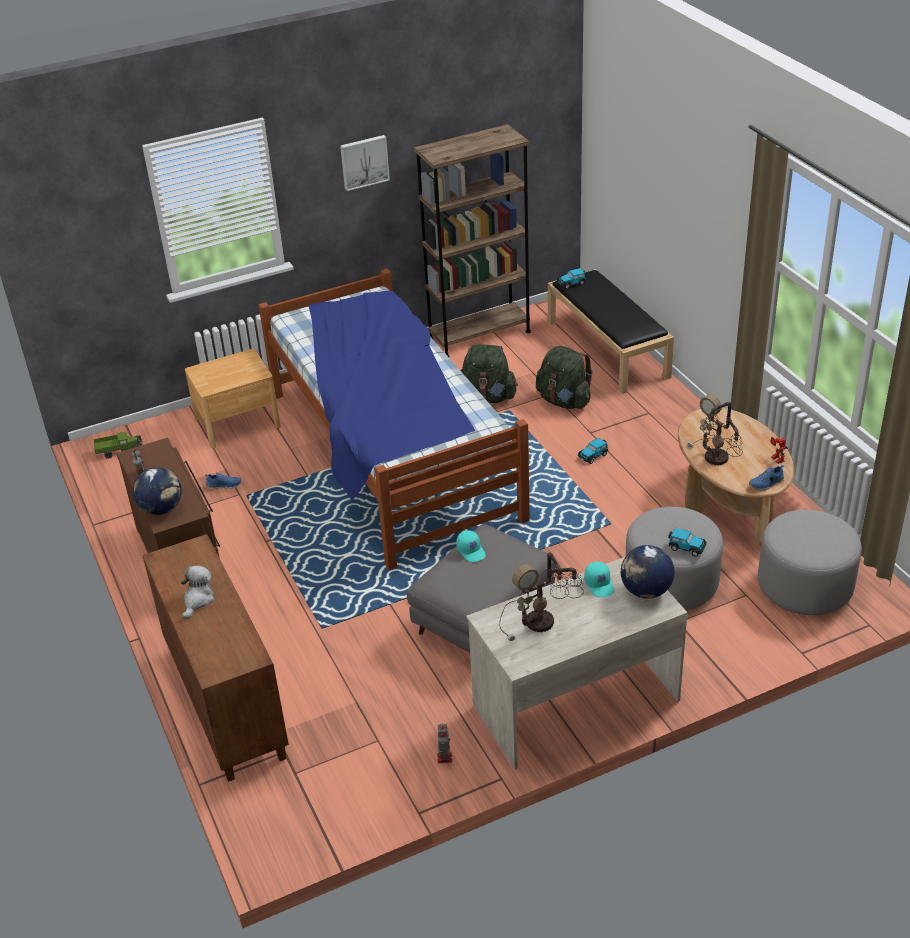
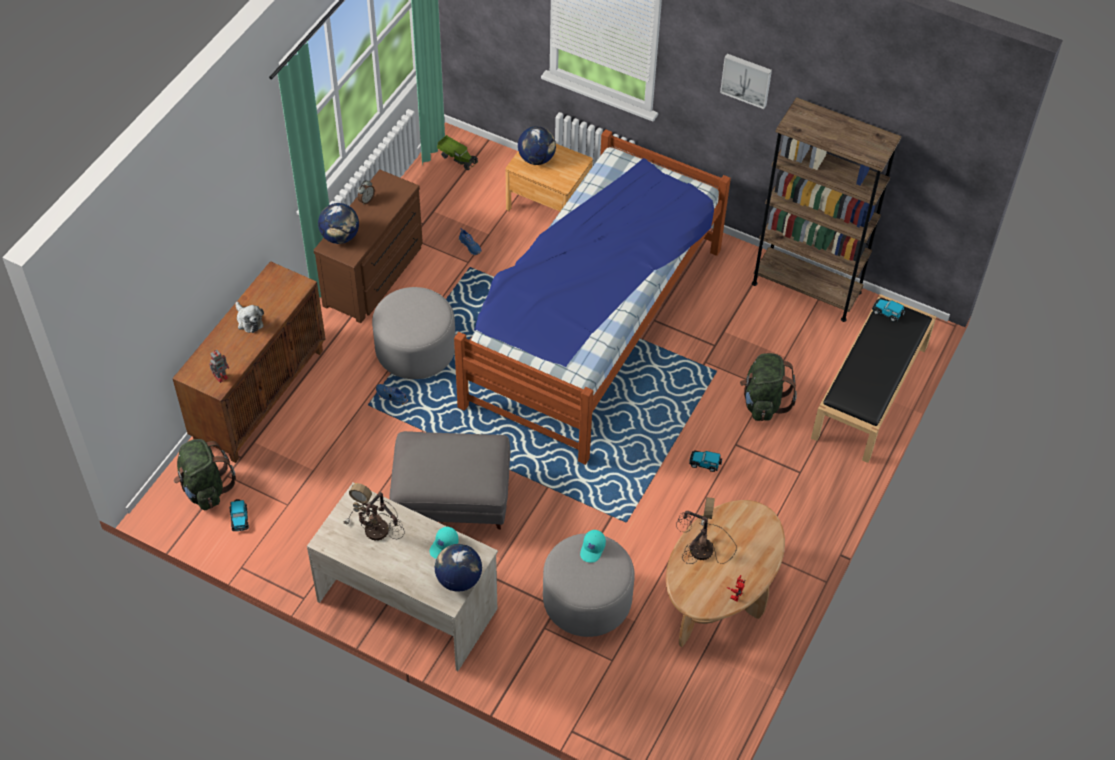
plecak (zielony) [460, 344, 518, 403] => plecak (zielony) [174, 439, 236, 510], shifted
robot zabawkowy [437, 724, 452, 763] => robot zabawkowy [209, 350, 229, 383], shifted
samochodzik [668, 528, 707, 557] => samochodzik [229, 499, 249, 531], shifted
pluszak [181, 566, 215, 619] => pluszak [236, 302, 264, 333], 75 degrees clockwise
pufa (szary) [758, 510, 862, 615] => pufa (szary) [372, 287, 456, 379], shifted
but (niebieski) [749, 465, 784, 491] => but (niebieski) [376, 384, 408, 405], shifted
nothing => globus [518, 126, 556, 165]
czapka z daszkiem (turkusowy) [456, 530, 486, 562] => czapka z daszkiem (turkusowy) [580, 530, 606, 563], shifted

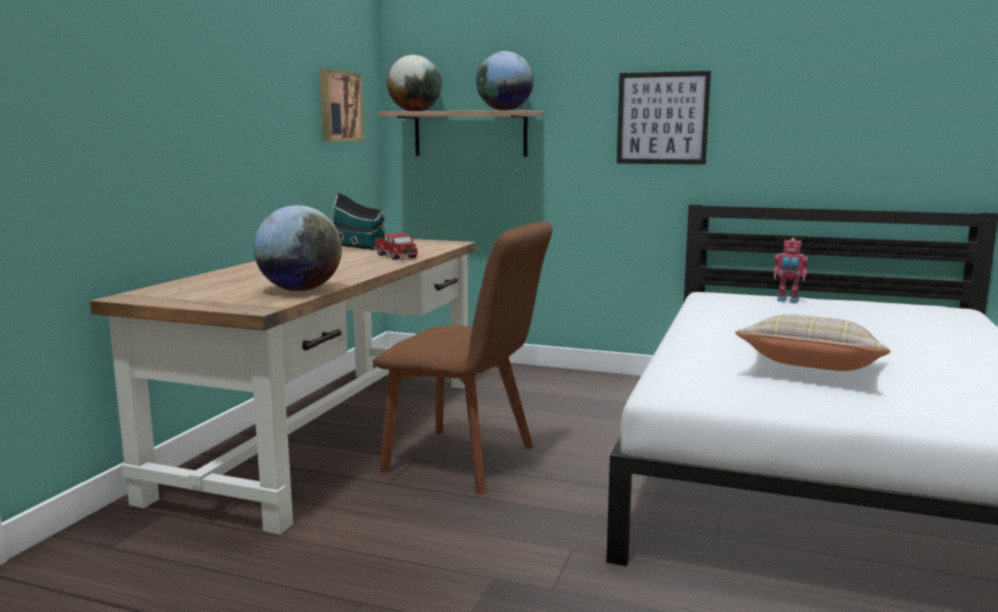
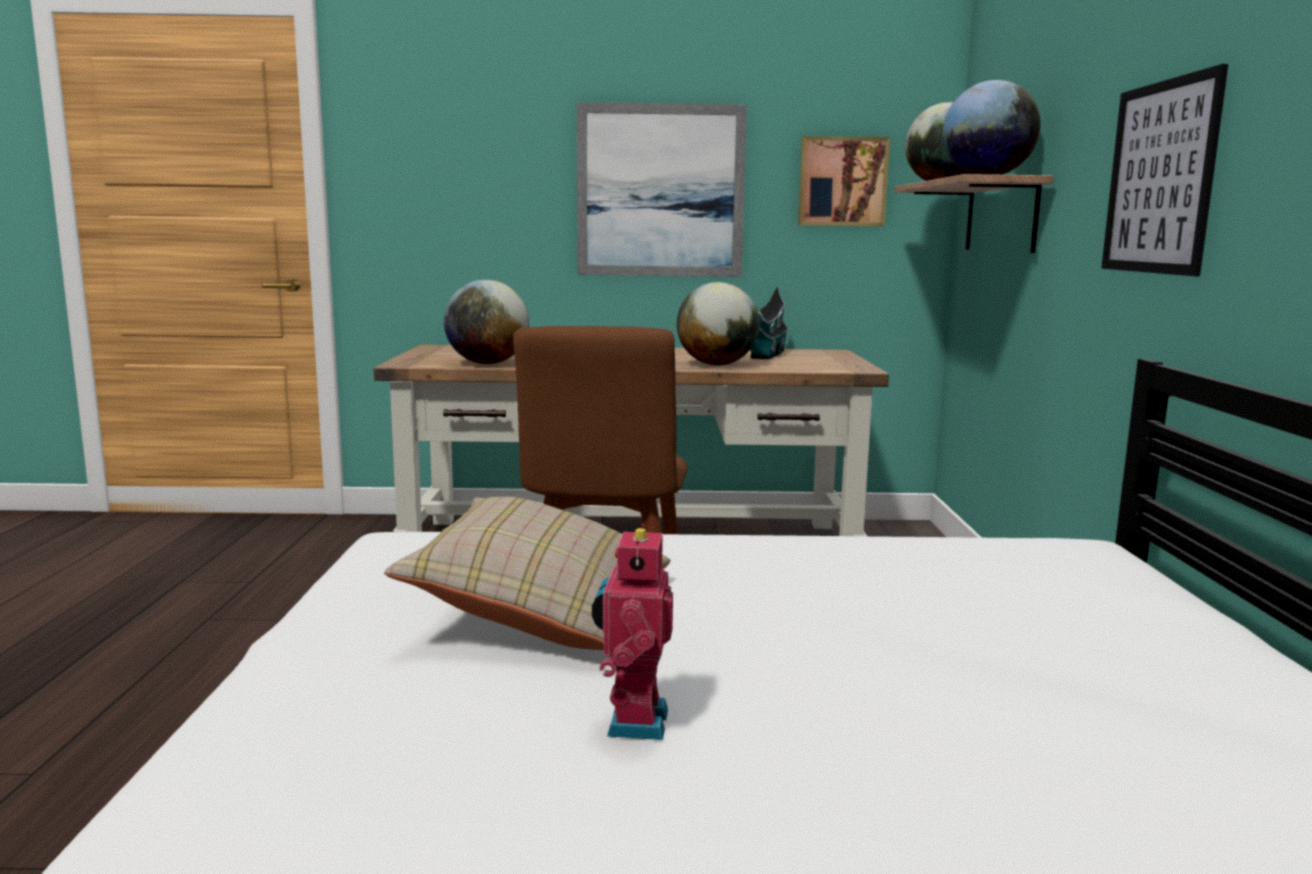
nothing => obraz [577, 102, 747, 277]
robot zabawkowy [773, 238, 808, 303] => robot zabawkowy [592, 524, 673, 740], shifted
ciężarówka zabawkowa [374, 233, 418, 260] => globus [677, 282, 759, 365]

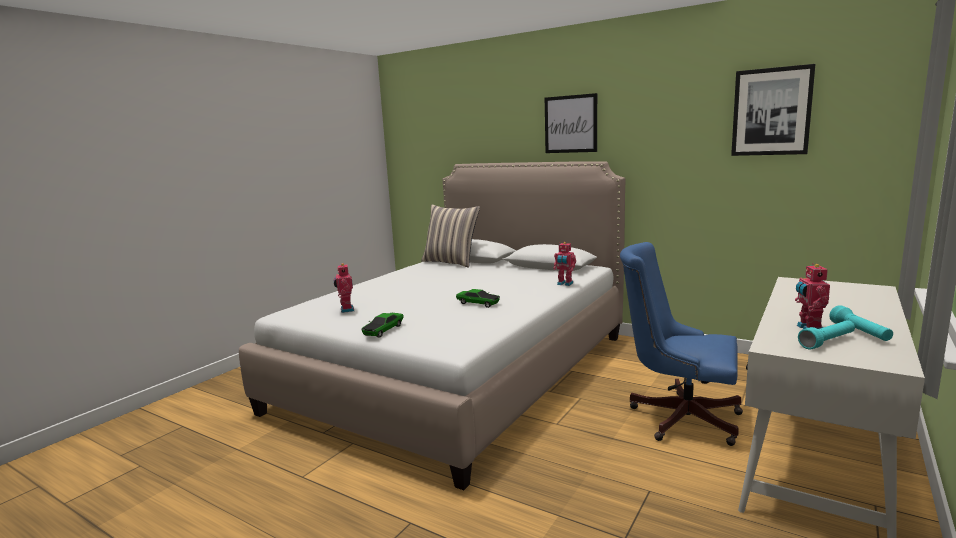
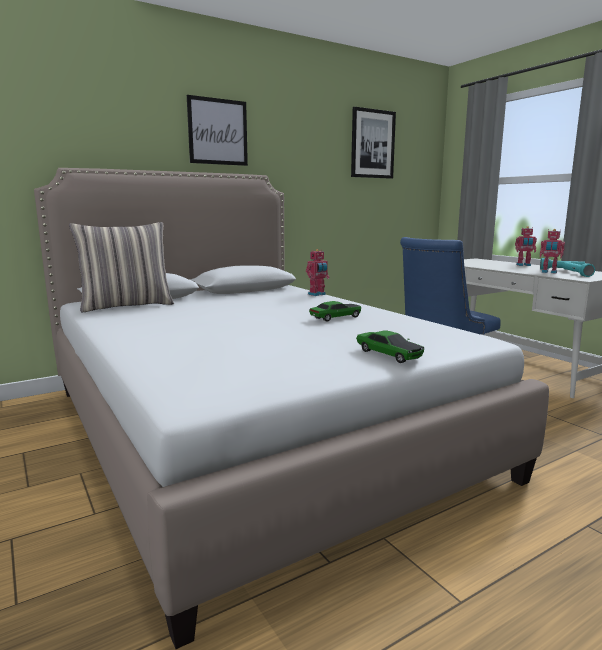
robot zabawkowy [334, 263, 354, 313] => robot zabawkowy [515, 226, 537, 266], shifted

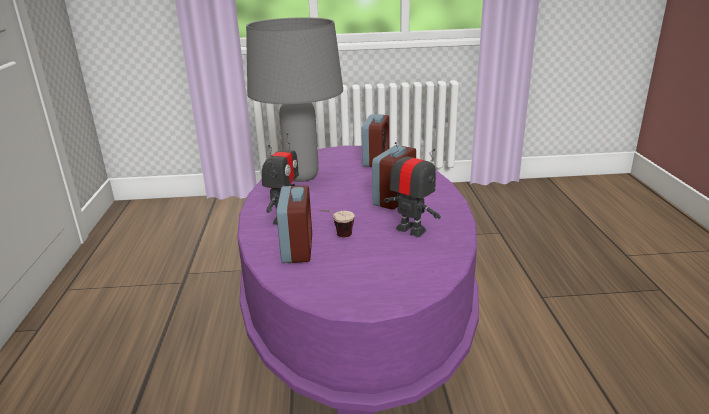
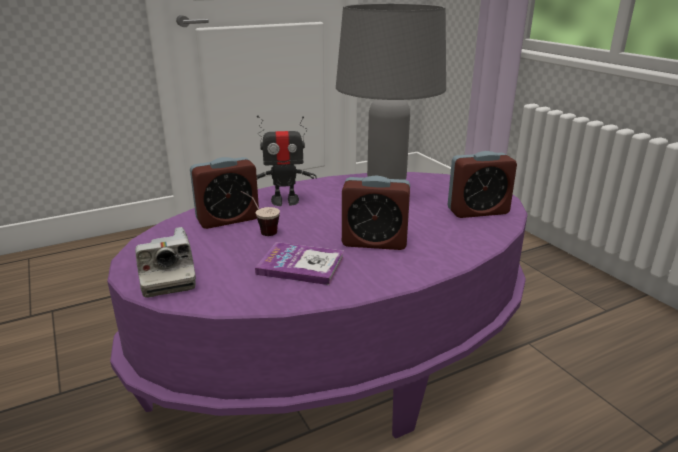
nothing => aparat fotograficzny [135, 227, 196, 298]
robot zabawkowy [383, 142, 441, 237] => książka [255, 242, 344, 285]

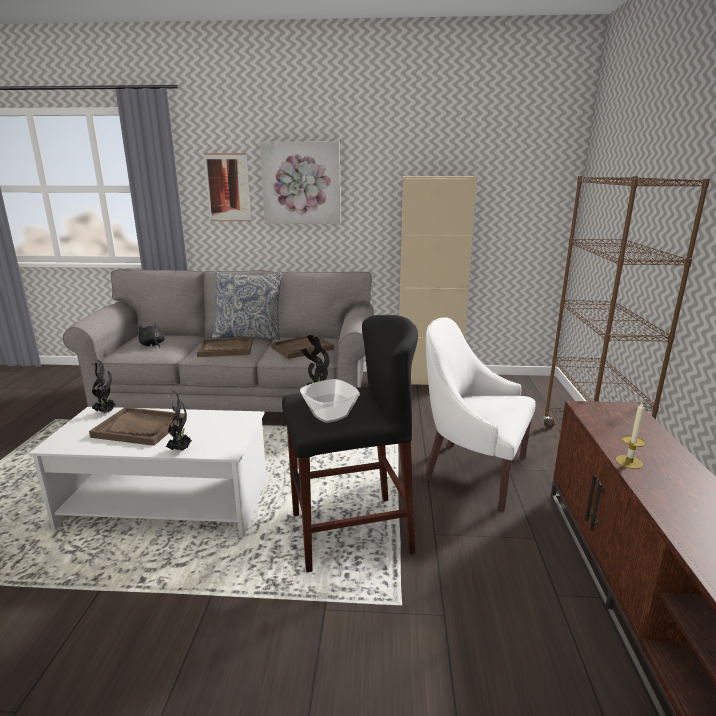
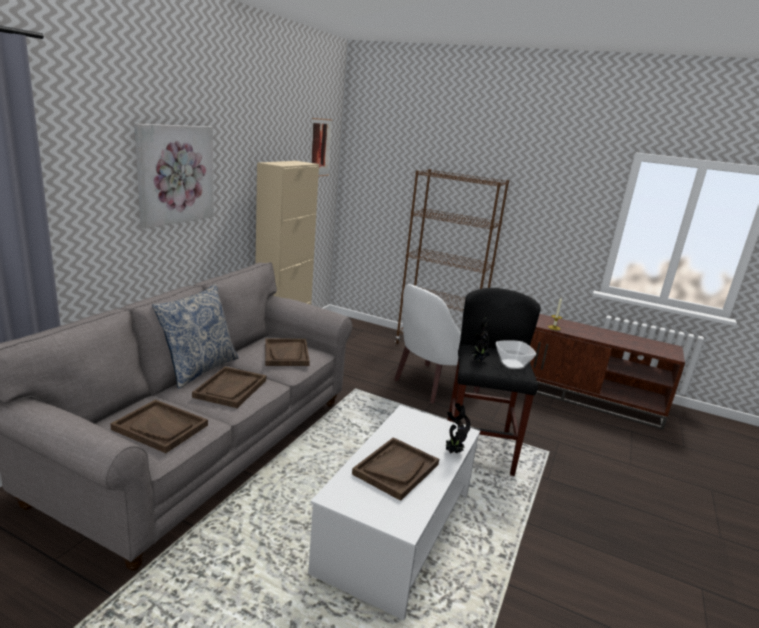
pluszak (czarny) [138, 322, 165, 348] => taca (brązowy) [110, 400, 208, 453]
obraz [204, 153, 251, 221] => obraz [311, 118, 332, 177], shifted
roślina doniczkowa [91, 359, 117, 413] => nothing

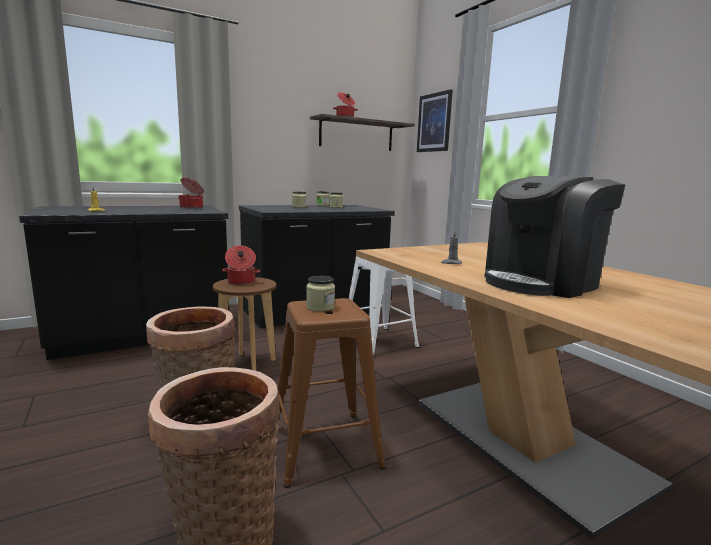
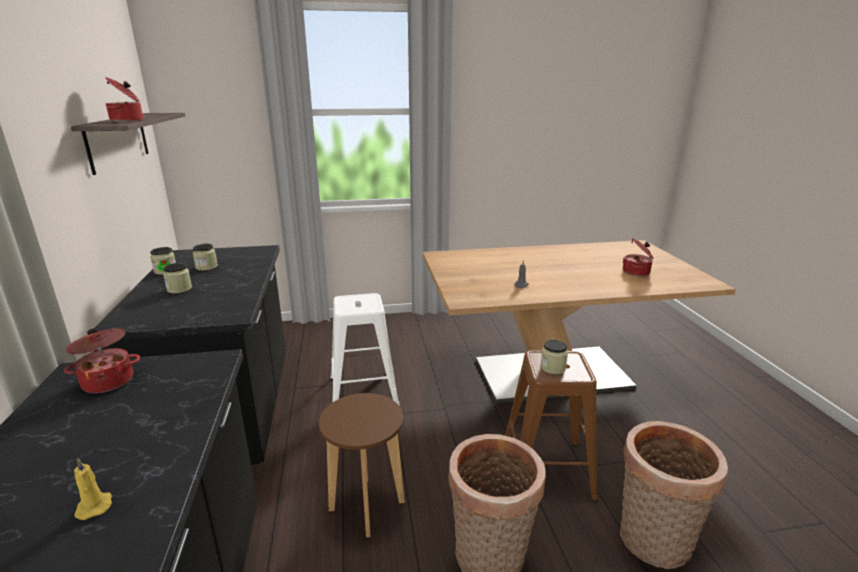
garnek [222, 245, 260, 285] => garnek [623, 238, 654, 276], shifted
obraz [417, 89, 453, 152] => nothing
ekspres do kawy [485, 176, 625, 298] => nothing

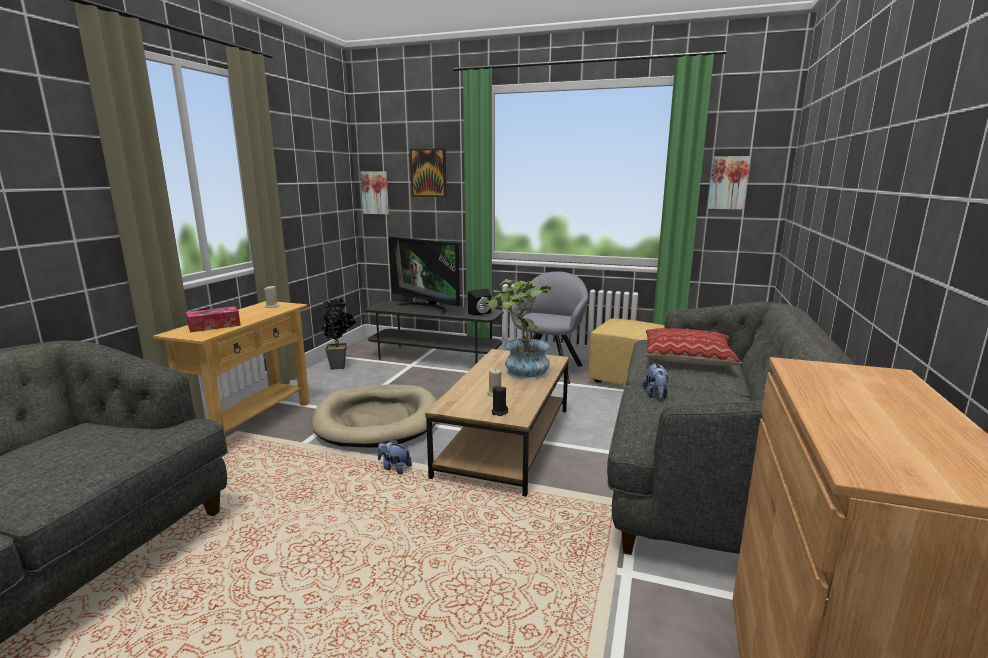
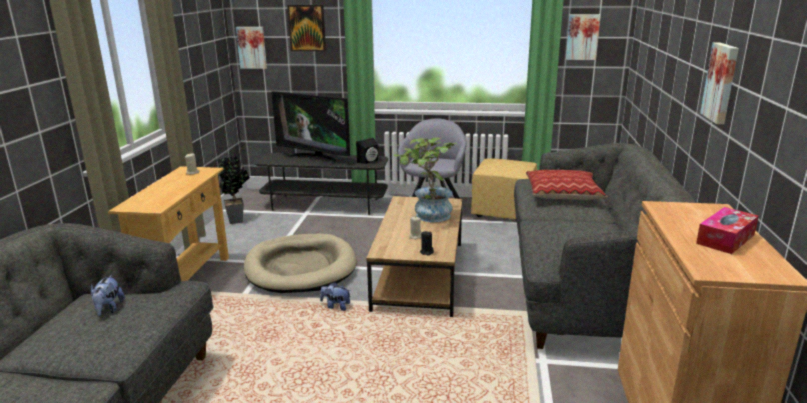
pluszak [642, 363, 669, 399] => pluszak [91, 275, 125, 316], shifted
pudełko chusteczek [186, 306, 241, 332] => pudełko chusteczek [696, 207, 759, 254], shifted
nothing => obraz [700, 42, 739, 124]

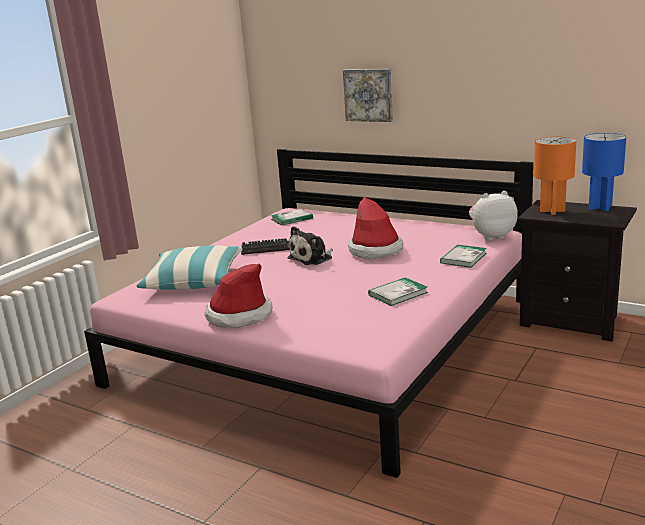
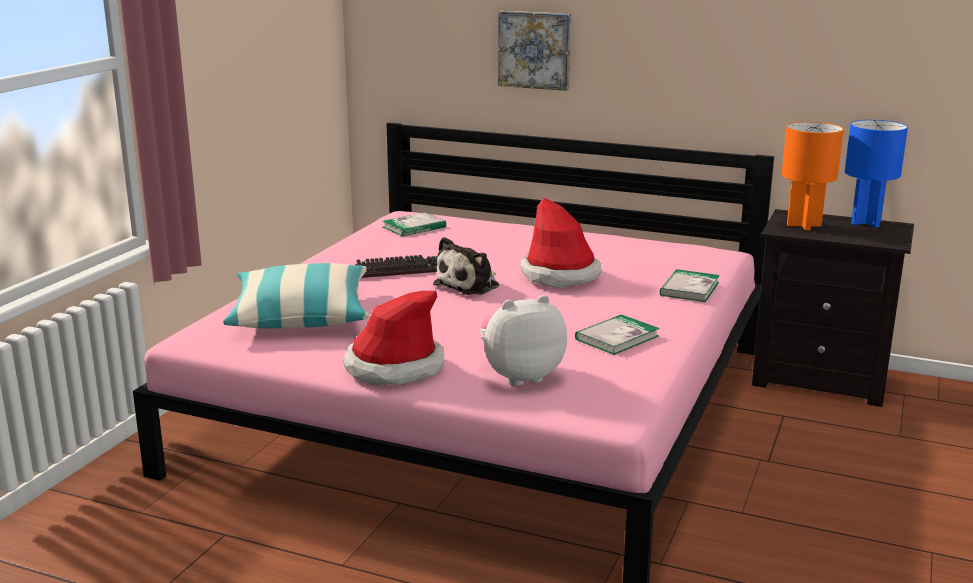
pluszak [469, 191, 518, 240] => pluszak [480, 295, 567, 386], shifted

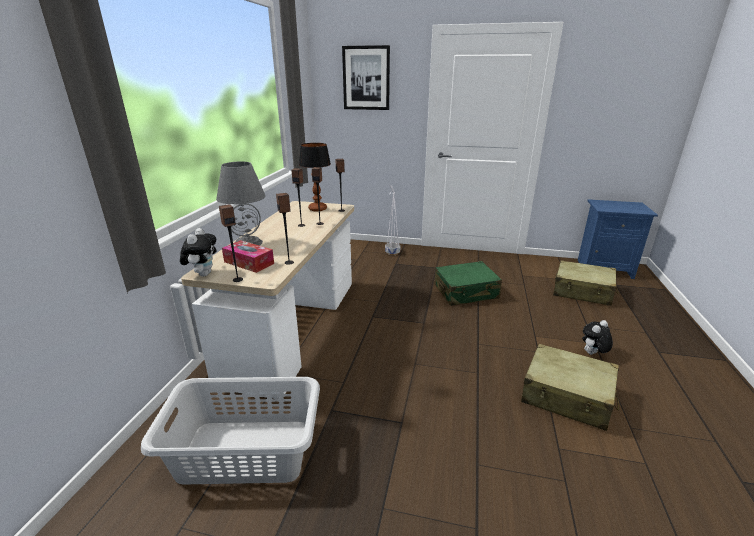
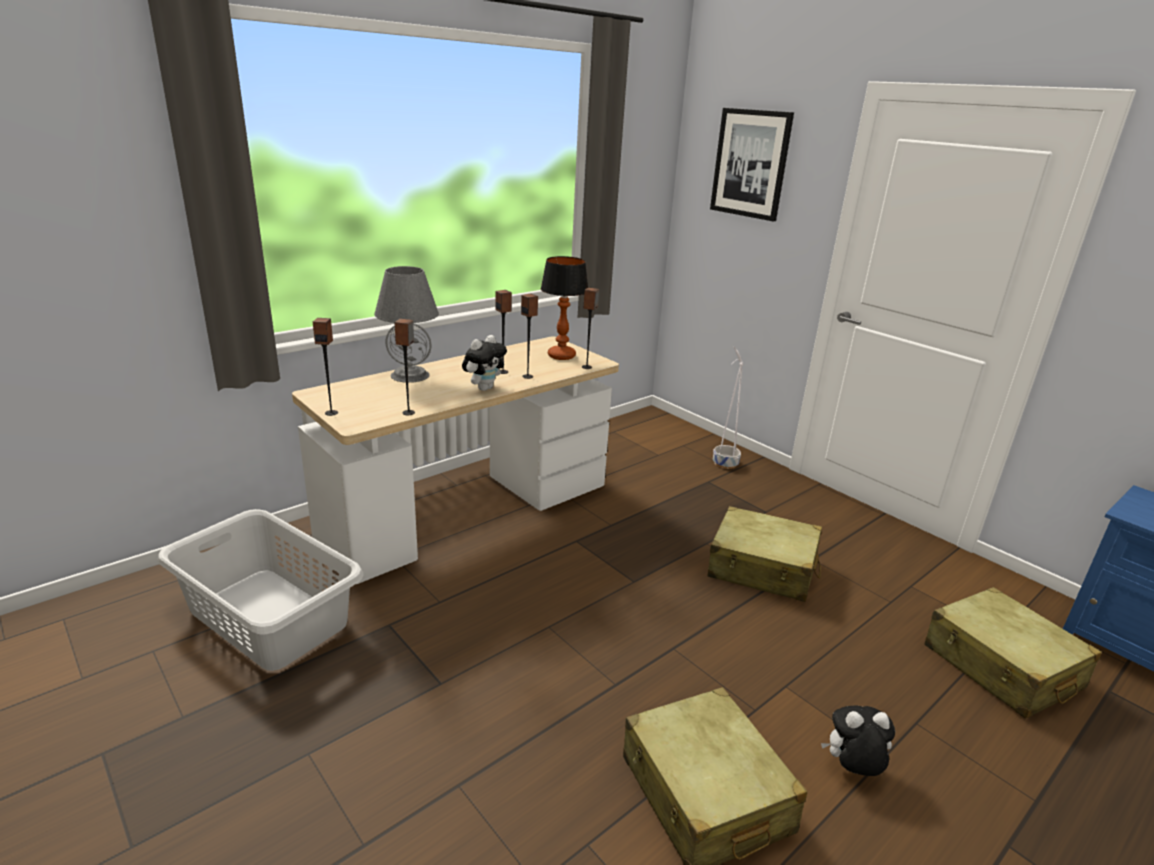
pluszak [180, 228, 217, 276] => pluszak [462, 335, 507, 391], shifted
walizka (zielony) [434, 261, 502, 306] => walizka (beżowy) [707, 506, 822, 602]
pudełko chusteczek [222, 240, 274, 273] => nothing

